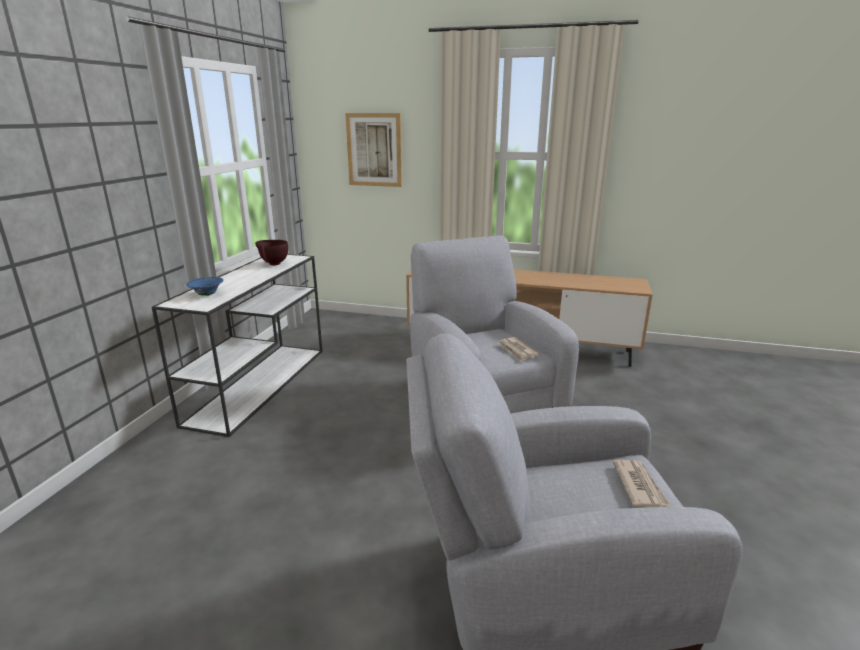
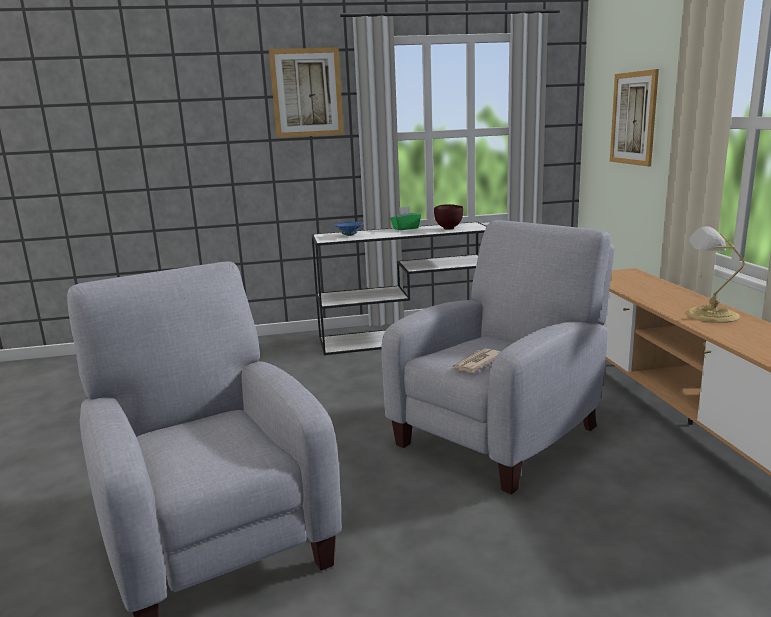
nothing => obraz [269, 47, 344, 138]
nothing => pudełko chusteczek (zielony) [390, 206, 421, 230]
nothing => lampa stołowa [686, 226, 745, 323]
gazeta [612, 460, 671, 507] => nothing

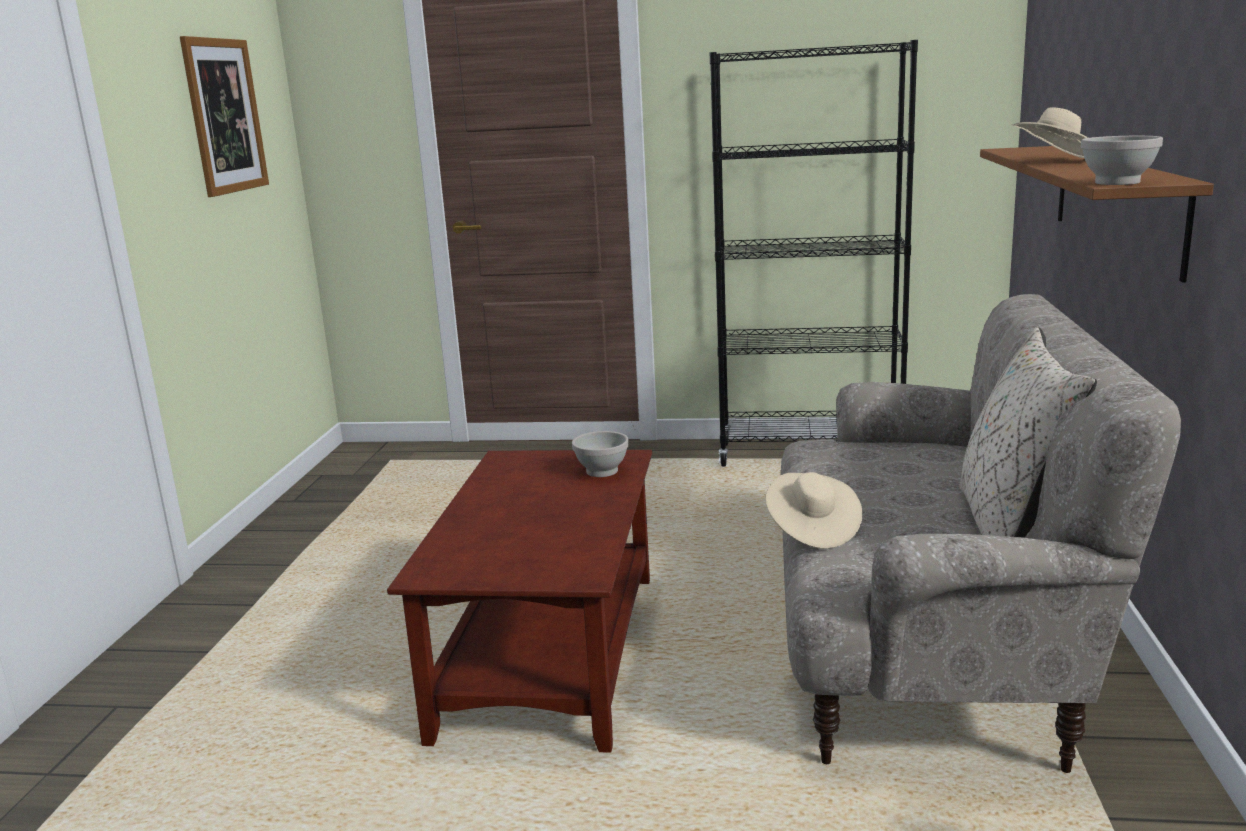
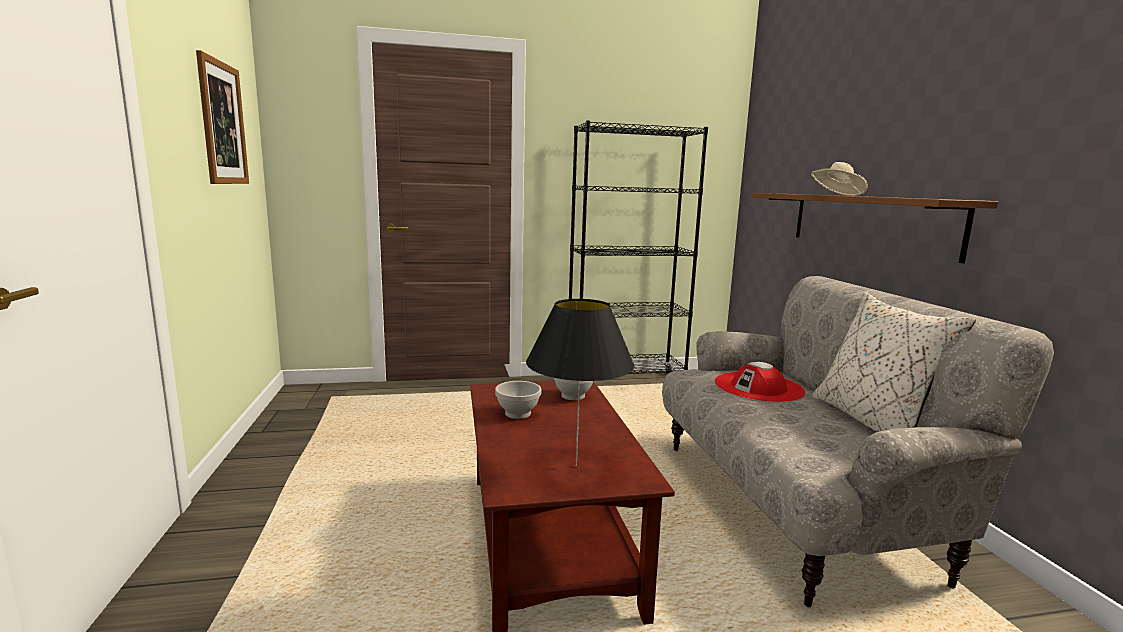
miska (biały) [1081, 136, 1163, 185] => miska (biały) [495, 381, 541, 419], shifted
nothing => lampa stołowa (czarny) [526, 299, 635, 467]
nothing => kapelusz (czerwony) [714, 362, 806, 403]
kapelusz (beżowy) [765, 472, 863, 549] => nothing

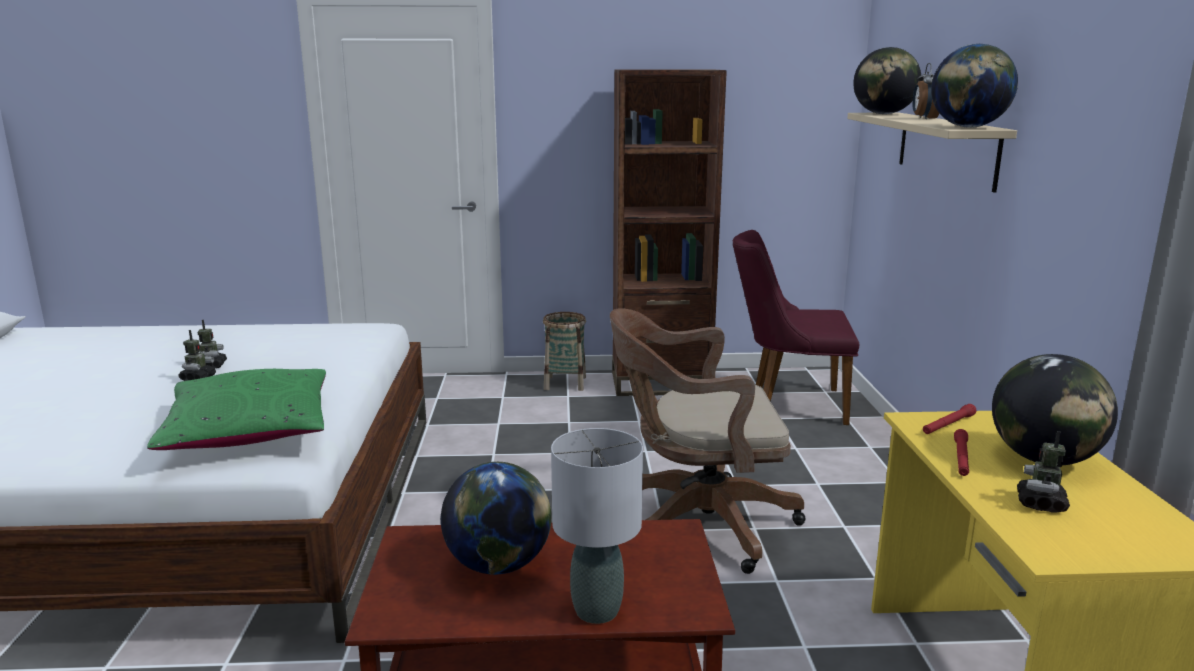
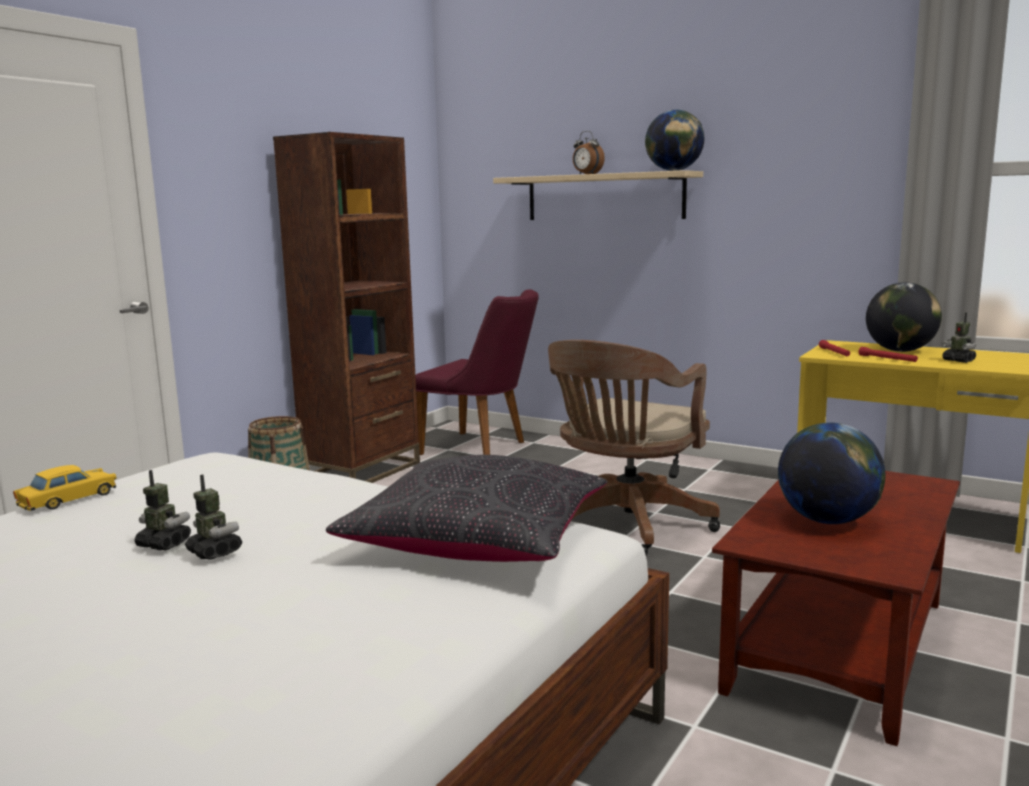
nothing => samochodzik (żółty) [13, 465, 116, 511]
poduszka (zielony) [147, 369, 326, 450] => poduszka (czarny) [326, 455, 608, 562]
krzesło (fioletowy) [733, 230, 859, 425] => krzesło (fioletowy) [415, 289, 539, 455], 105 degrees counterclockwise
lampa stołowa (szary) [551, 428, 643, 624] => nothing
globus [853, 47, 921, 114] => nothing

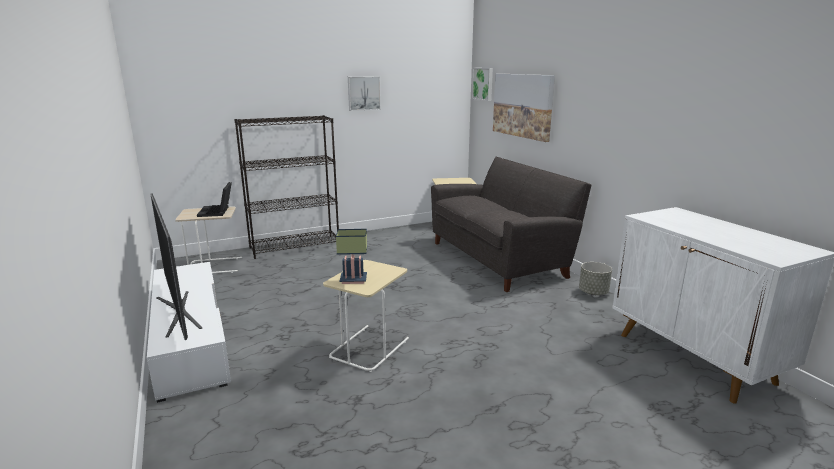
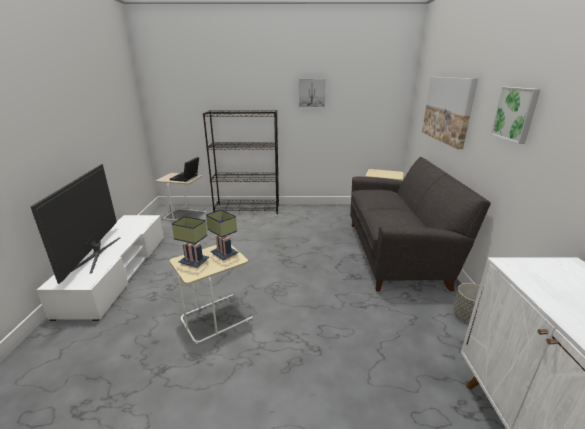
nothing => lampa stołowa [206, 209, 239, 261]
obraz [472, 68, 493, 101] => obraz [490, 87, 541, 144], shifted

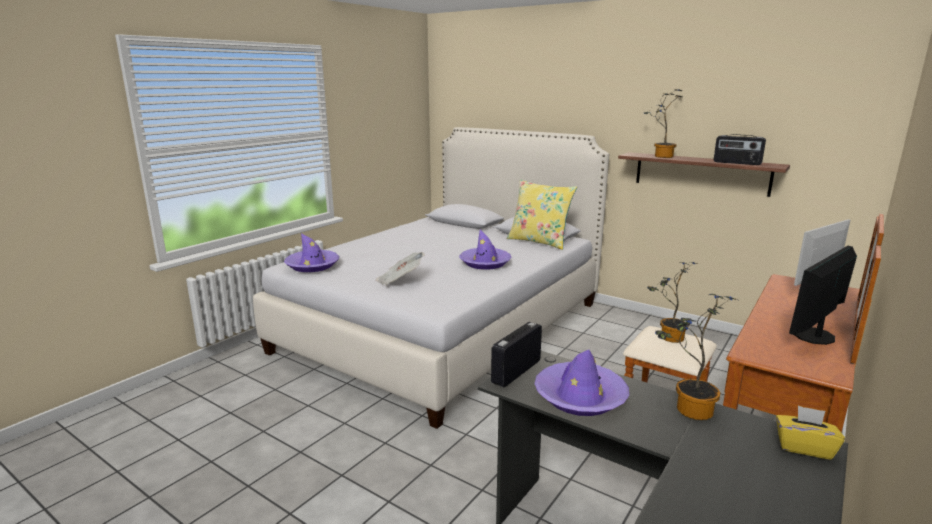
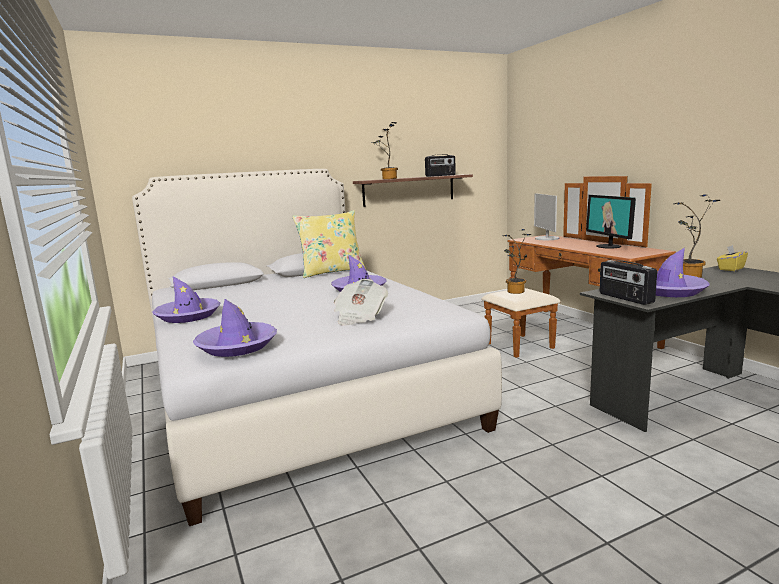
nothing => kapelusz (fioletowy) [153, 276, 221, 323]

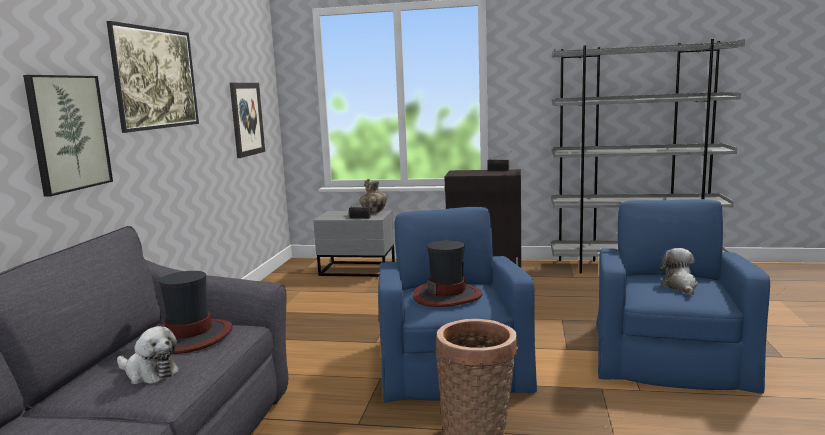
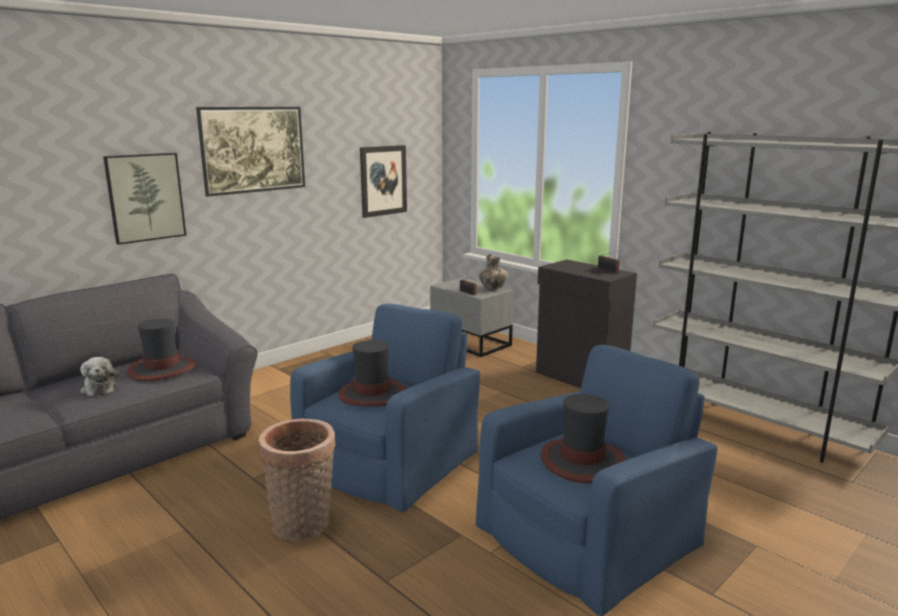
pluszak [659, 248, 698, 295] => kapelusz [540, 394, 626, 483]

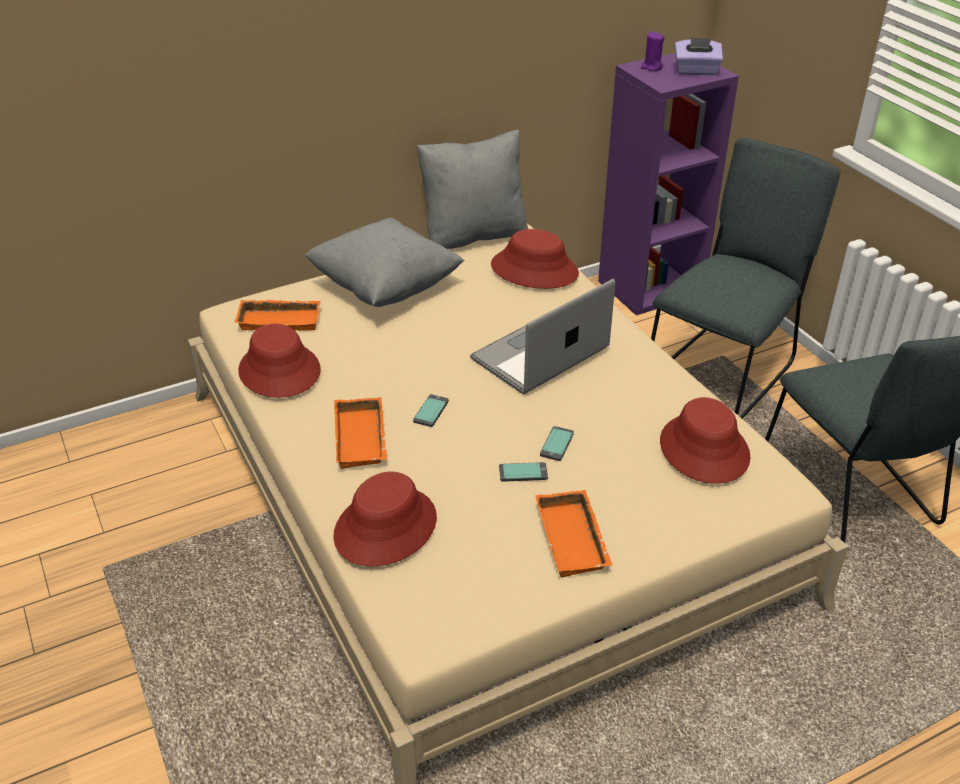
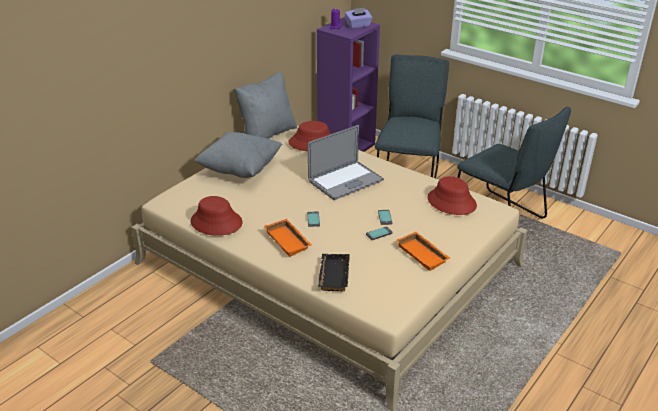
laptop [470, 279, 615, 394] => laptop [308, 125, 384, 200], 150 degrees counterclockwise
kapelusz (czerwony) [333, 471, 437, 567] => taca (czarny) [318, 254, 350, 291]
taca (pomarańczowy) [235, 300, 321, 330] => nothing

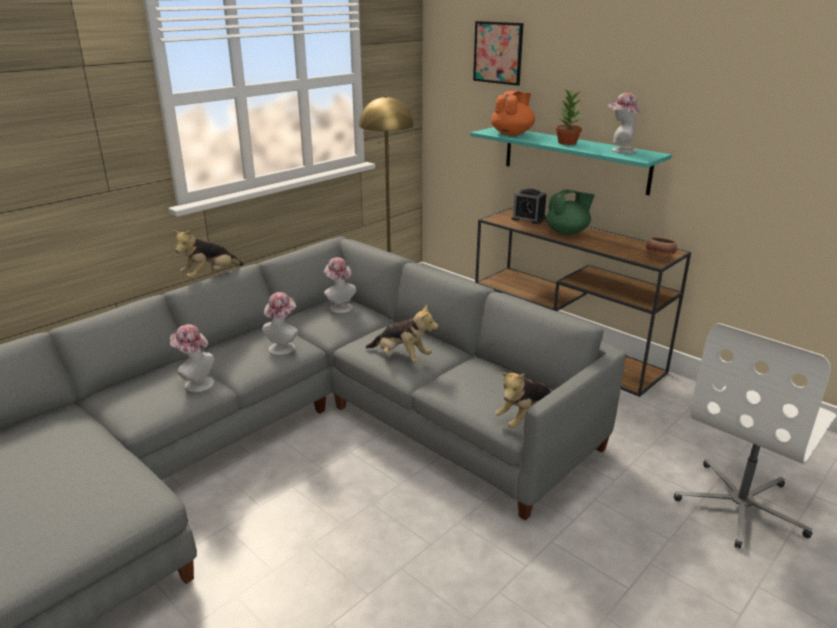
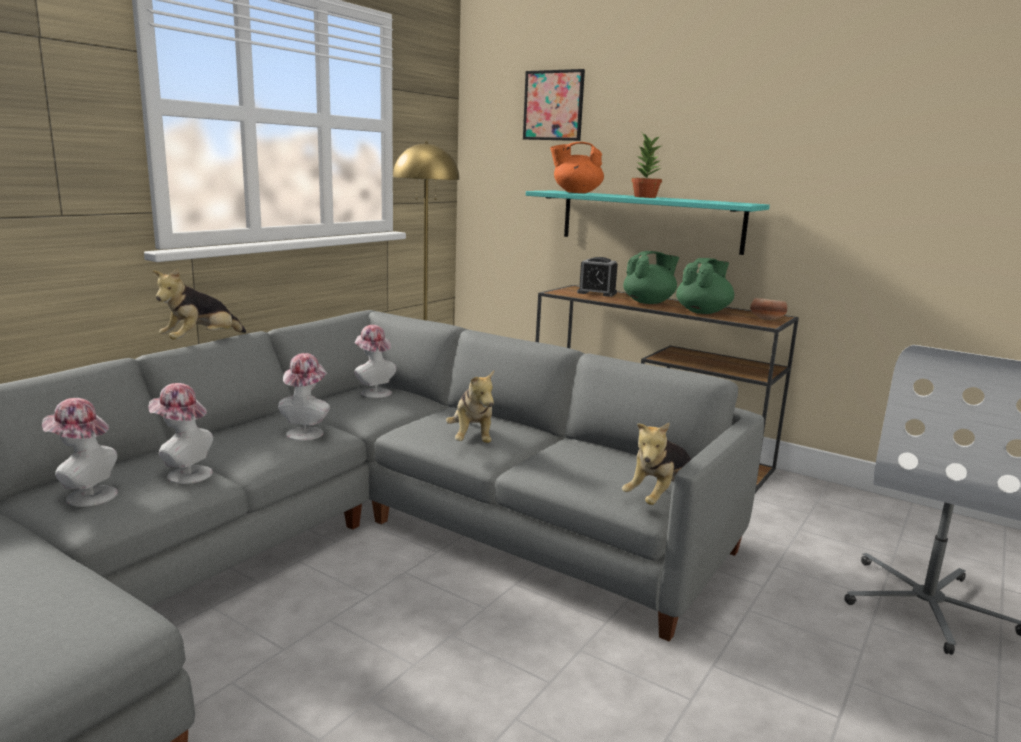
kapelusz [608, 93, 641, 153] => kapelusz [42, 398, 118, 507], shifted
pluszak [365, 304, 439, 362] => pluszak [446, 370, 494, 443], 60 degrees clockwise
imbryk (pomarańczowy) [491, 91, 535, 135] => imbryk (pomarańczowy) [550, 142, 604, 193], 120 degrees counterclockwise
nothing => imbryk (zielony) [676, 258, 734, 314]

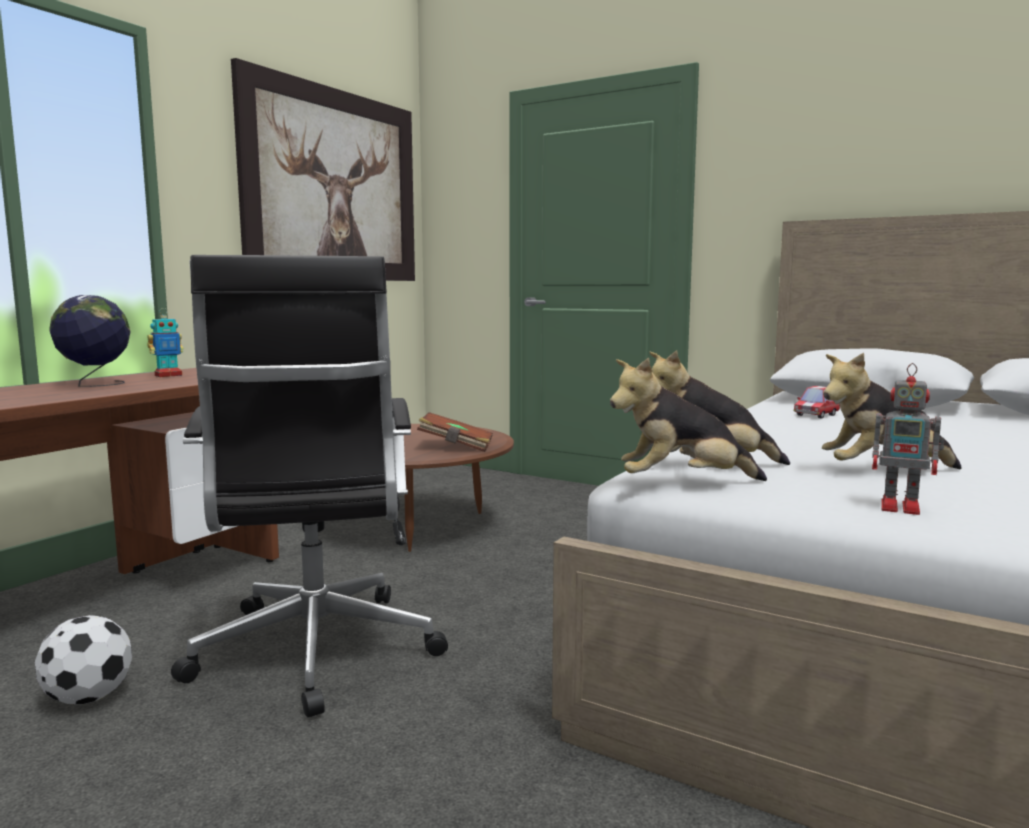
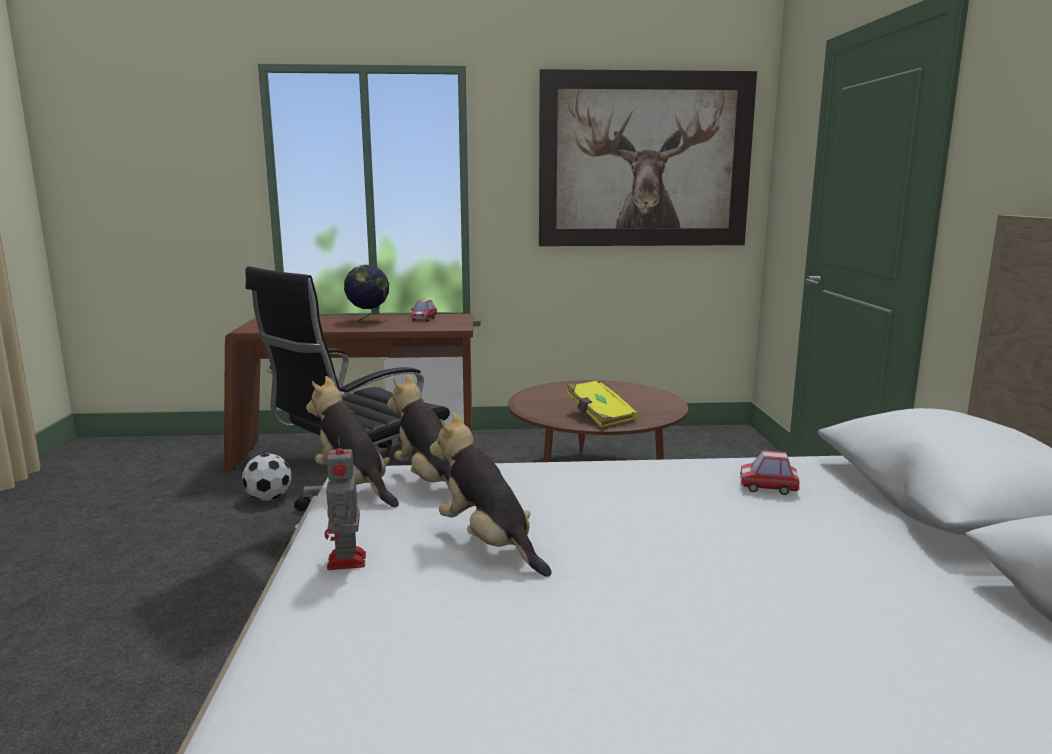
robot zabawkowy [147, 308, 184, 377] => samochodzik [410, 300, 437, 321]
książka (brązowy) [417, 412, 493, 452] => książka (żółty) [566, 380, 638, 427]

